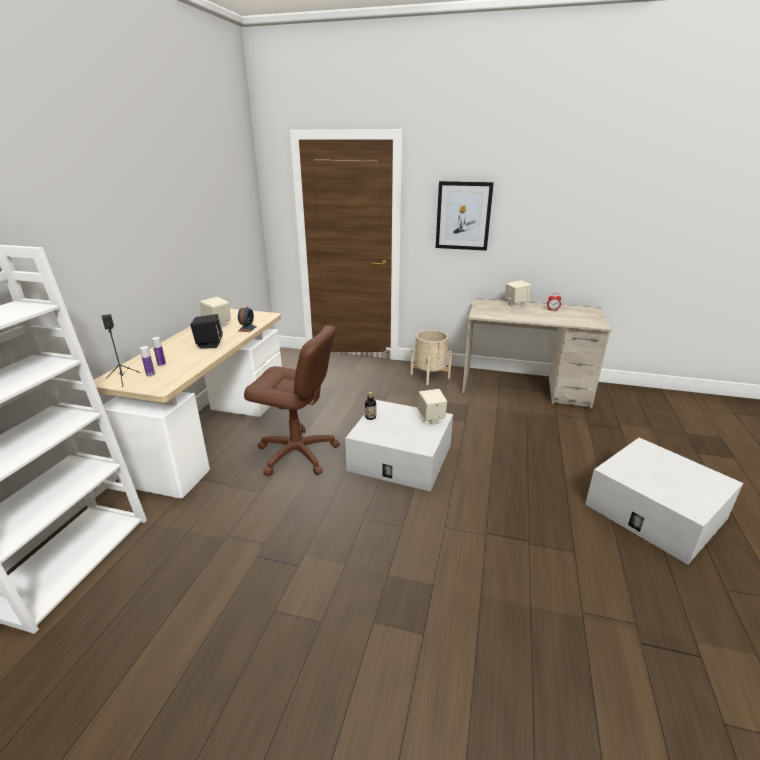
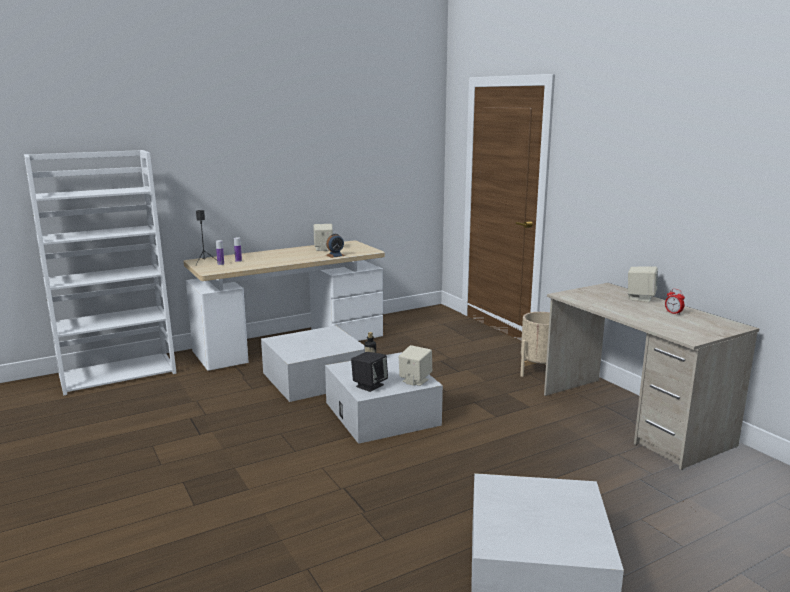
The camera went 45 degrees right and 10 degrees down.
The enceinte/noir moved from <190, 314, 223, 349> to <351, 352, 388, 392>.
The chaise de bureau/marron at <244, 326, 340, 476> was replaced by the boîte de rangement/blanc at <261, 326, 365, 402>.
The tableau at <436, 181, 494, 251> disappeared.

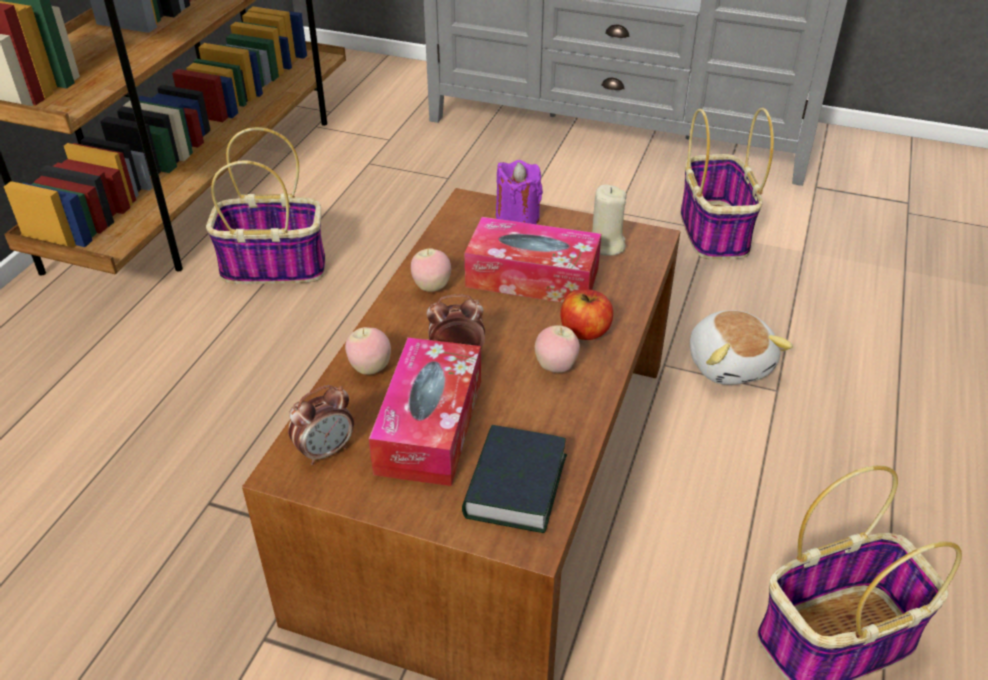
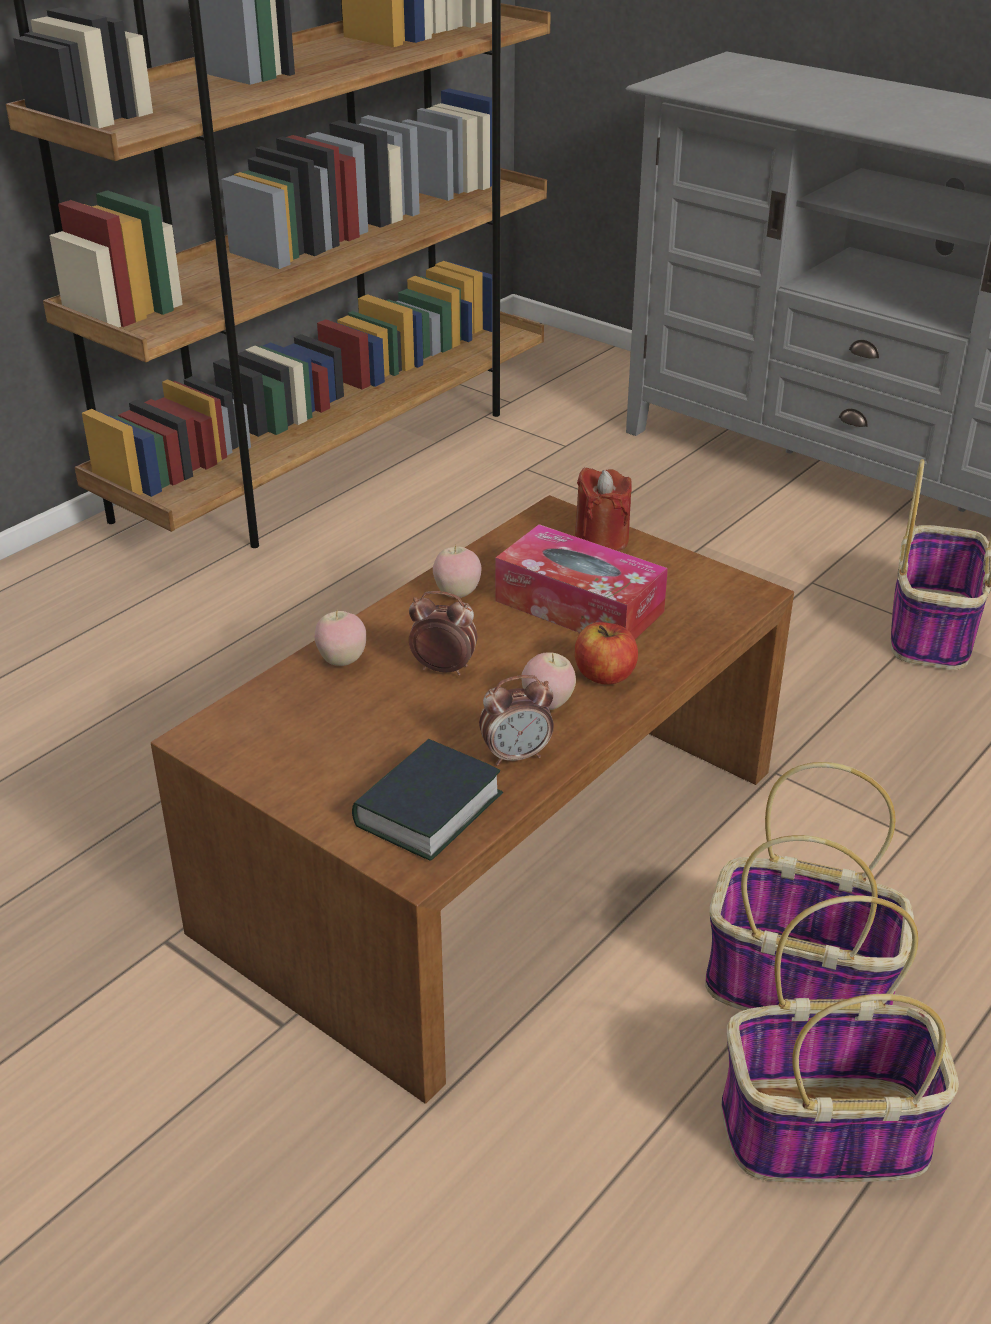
The camera went 20 degrees right and 5 degrees down.
The panier moved from <206, 127, 326, 284> to <705, 762, 914, 1010>.
The réveil moved from <288, 385, 354, 465> to <479, 675, 554, 766>.
The boîte à mouchoirs at <369, 337, 481, 486> disappeared.
The bougie/violet at <496, 160, 543, 224> became the bougie/rouge at <575, 467, 632, 551>.
The bougie/beige at <592, 185, 627, 256> disappeared.
The peluche at <690, 310, 793, 385> disappeared.

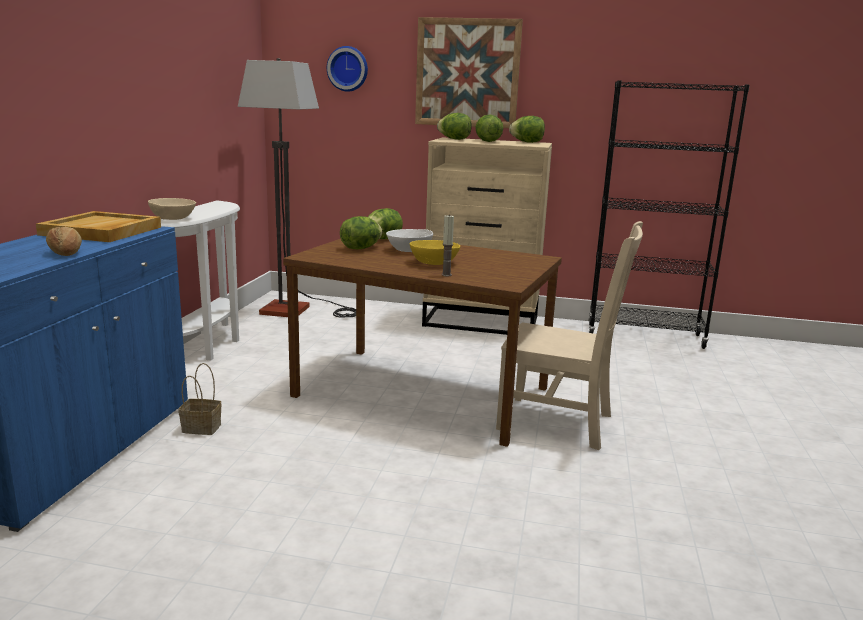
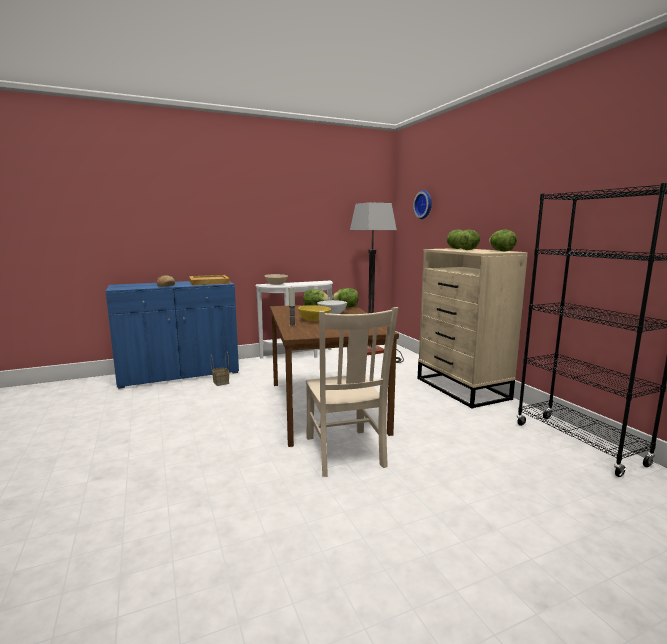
The camera went 55 degrees right and 5 degrees down.
The tableau at <415, 17, 523, 128> disappeared.

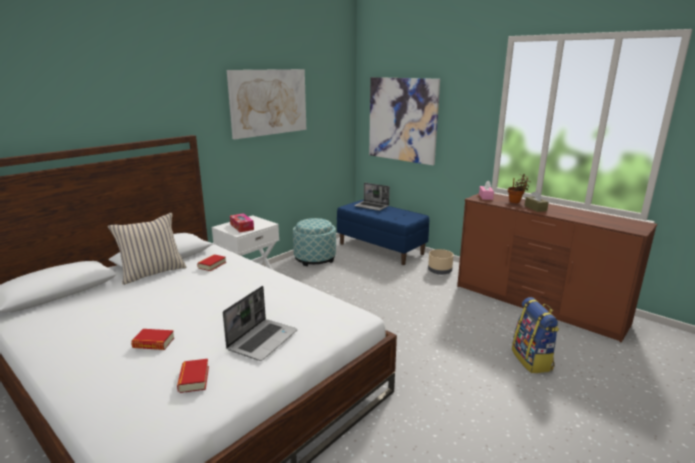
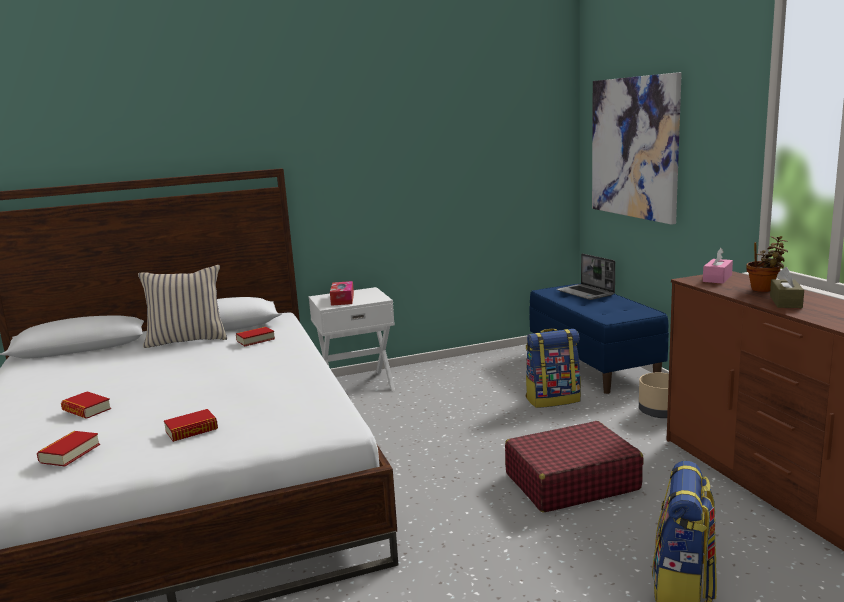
The camera went 30 degrees right and 5 degrees down.
The ordinateur portable at <223, 286, 297, 361> was replaced by the livre at <164, 409, 218, 442>.
The tableau at <227, 69, 306, 139> disappeared.
The pouf at <293, 218, 336, 266> disappeared.
The valise/rouge at <505, 421, 644, 513> appeared.
The sac à dos at <526, 328, 581, 408> appeared.

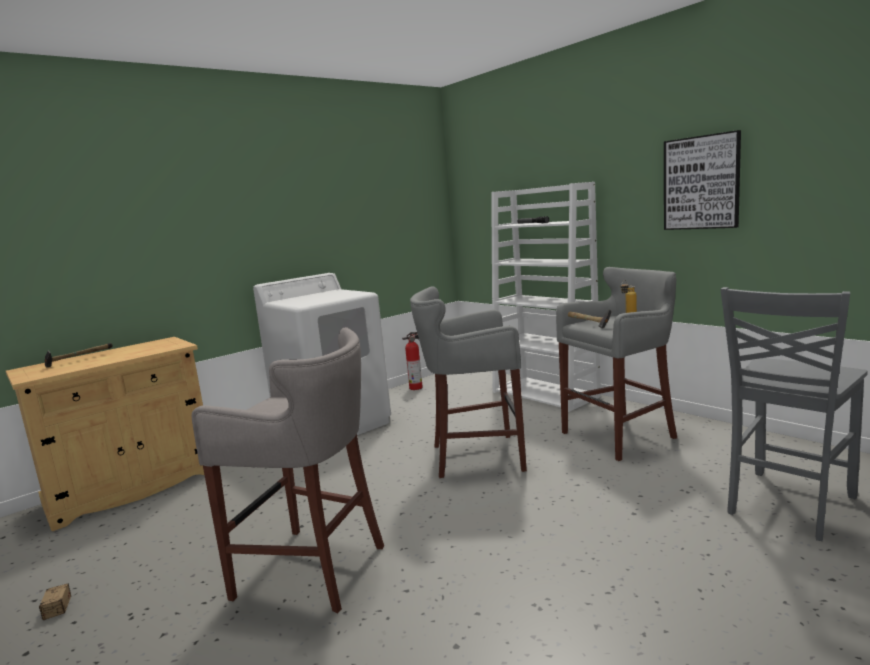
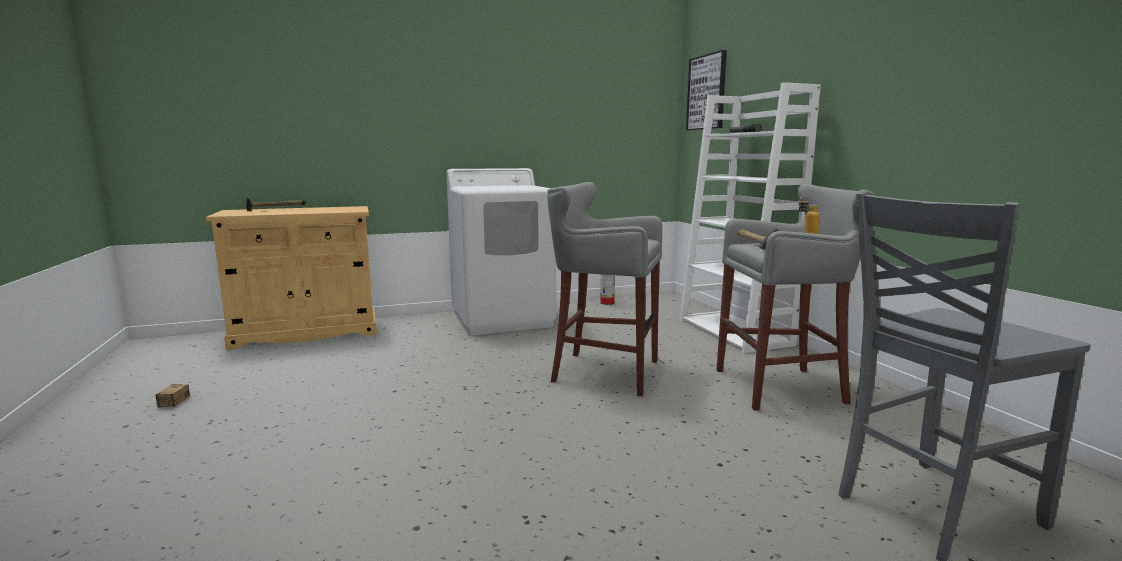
The camera went 20 degrees right and 0 degrees up.
The tabouret/gris at <192, 327, 384, 613> disappeared.
The tableau moved from <664, 130, 741, 230> to <686, 50, 727, 130>.

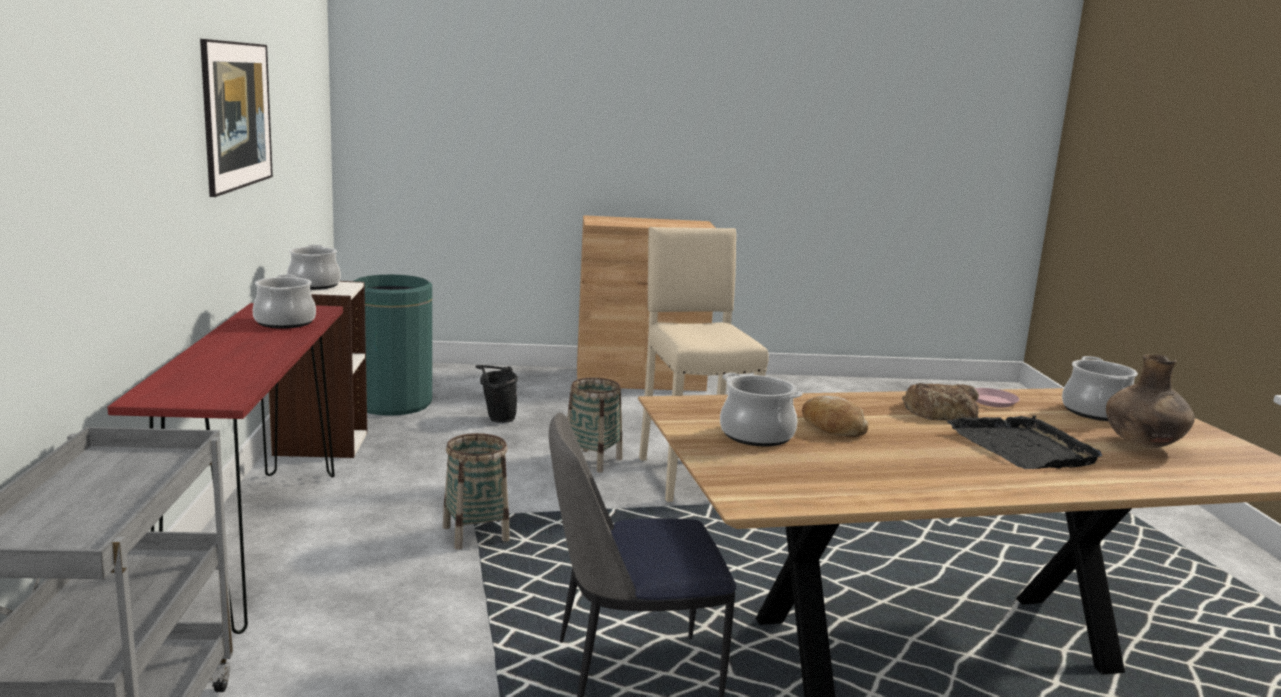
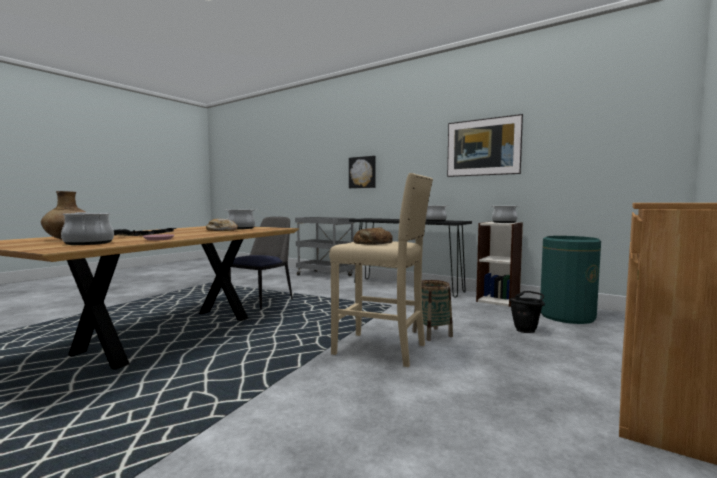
The camera went 130 degrees right and 10 degrees down.
The table console/rouge at <107, 303, 343, 634> became the table console/noir at <349, 218, 472, 298>.
The panier at <443, 433, 510, 550> disappeared.
The pain moved from <902, 383, 979, 421> to <353, 227, 393, 245>.
The tableau at <349, 156, 376, 188> appeared.

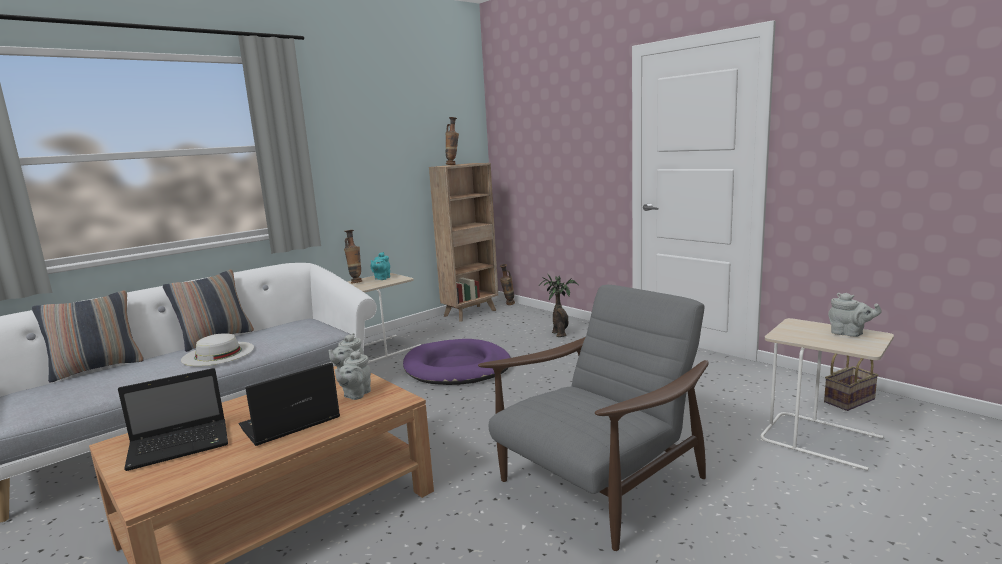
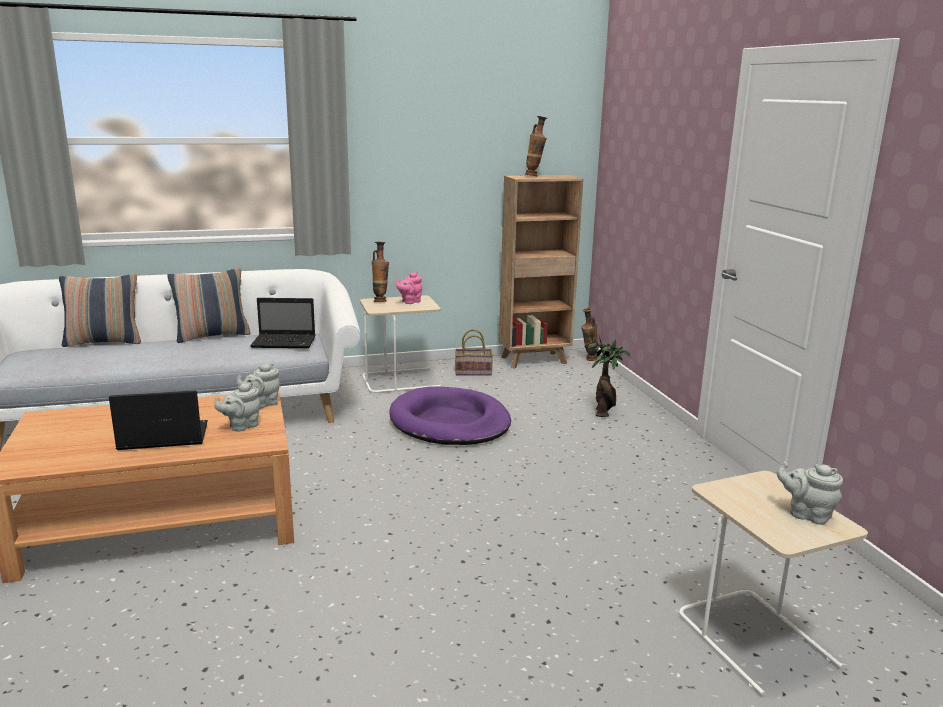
The camera went 25 degrees right and 5 degrees up.
The ordinateur portable moved from <118, 368, 228, 471> to <250, 298, 315, 348>.
The chapeau/blanc at <181, 333, 254, 366> disappeared.
The théière/turquoise at <371, 252, 390, 280> became the théière/rose at <396, 272, 422, 304>.
The fauteuil/gris at <478, 285, 709, 551> disappeared.
The panier moved from <824, 354, 878, 411> to <455, 329, 493, 376>.
The théière/gris at <828, 293, 882, 337> turned 150 degrees clockwise.

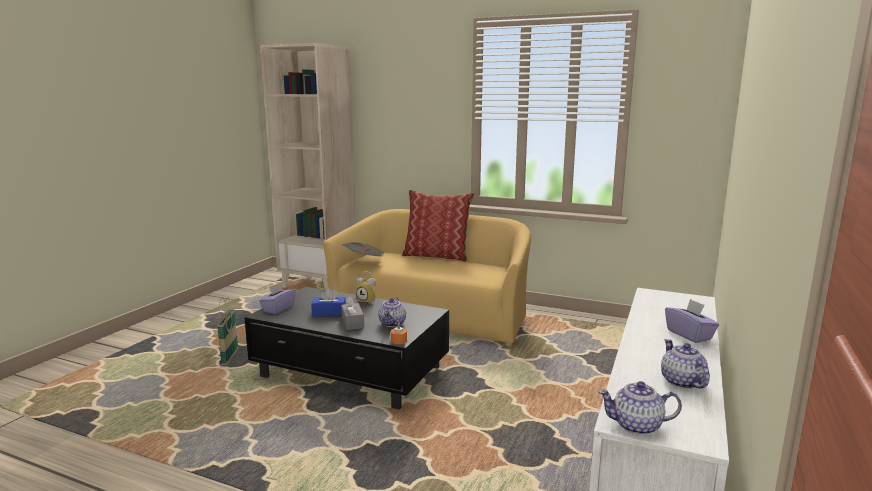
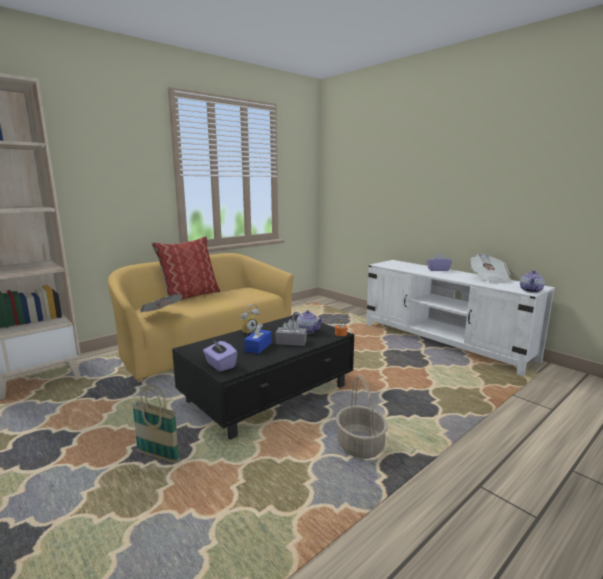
The camera went 65 degrees left and 0 degrees up.
The théière at <661, 339, 710, 389> was replaced by the journal at <471, 254, 511, 284>.
The panier at <336, 375, 388, 459> appeared.

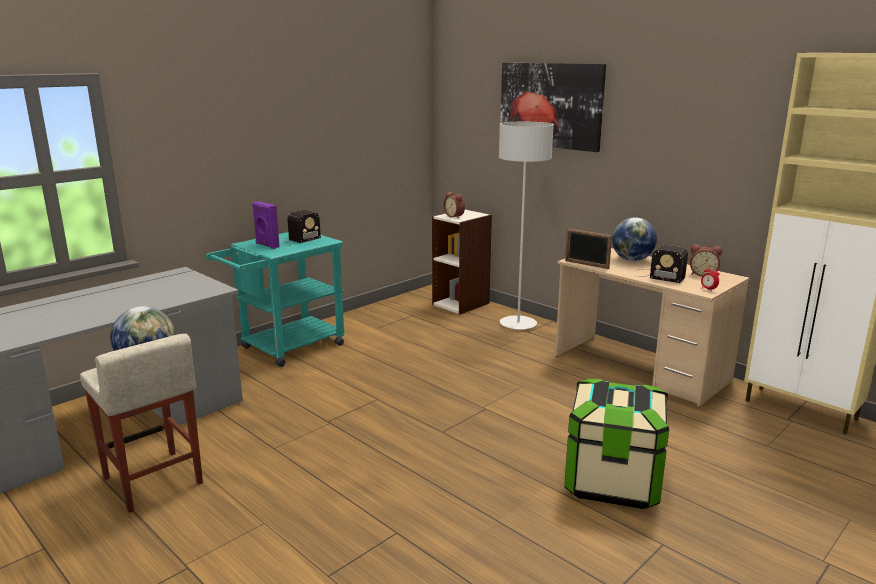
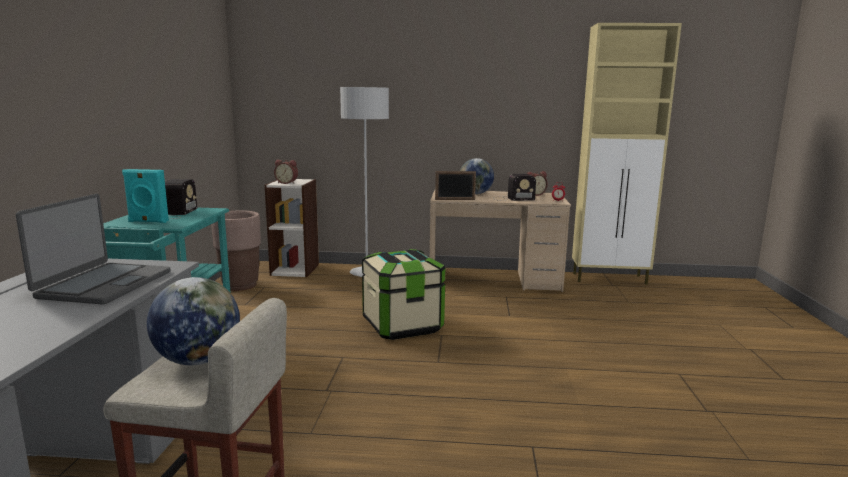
The camera went 40 degrees left and 5 degrees down.
The enceinte/violet at <252, 201, 280, 249> became the enceinte/turquoise at <122, 169, 169, 223>.
The tableau at <500, 63, 606, 152> disappeared.
The boîte de rangement moved from <564, 379, 669, 509> to <362, 249, 445, 340>.
The ordinateur portable at <16, 194, 171, 305> appeared.
The cache-pot/marron at <211, 210, 261, 291> appeared.

